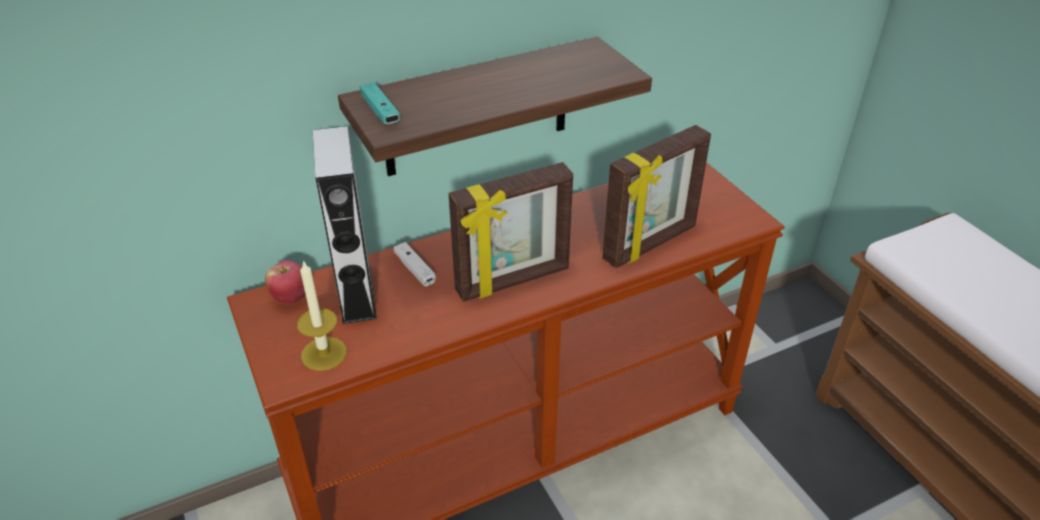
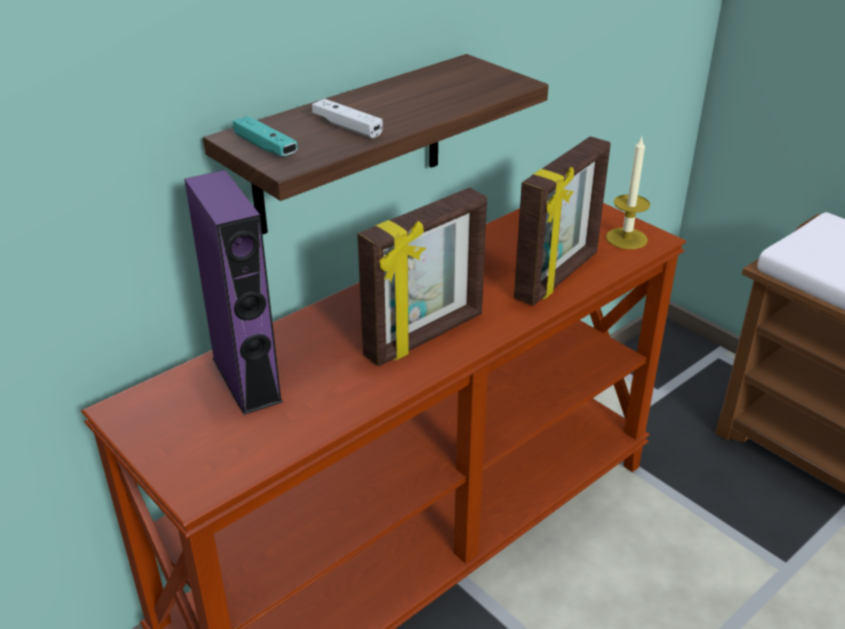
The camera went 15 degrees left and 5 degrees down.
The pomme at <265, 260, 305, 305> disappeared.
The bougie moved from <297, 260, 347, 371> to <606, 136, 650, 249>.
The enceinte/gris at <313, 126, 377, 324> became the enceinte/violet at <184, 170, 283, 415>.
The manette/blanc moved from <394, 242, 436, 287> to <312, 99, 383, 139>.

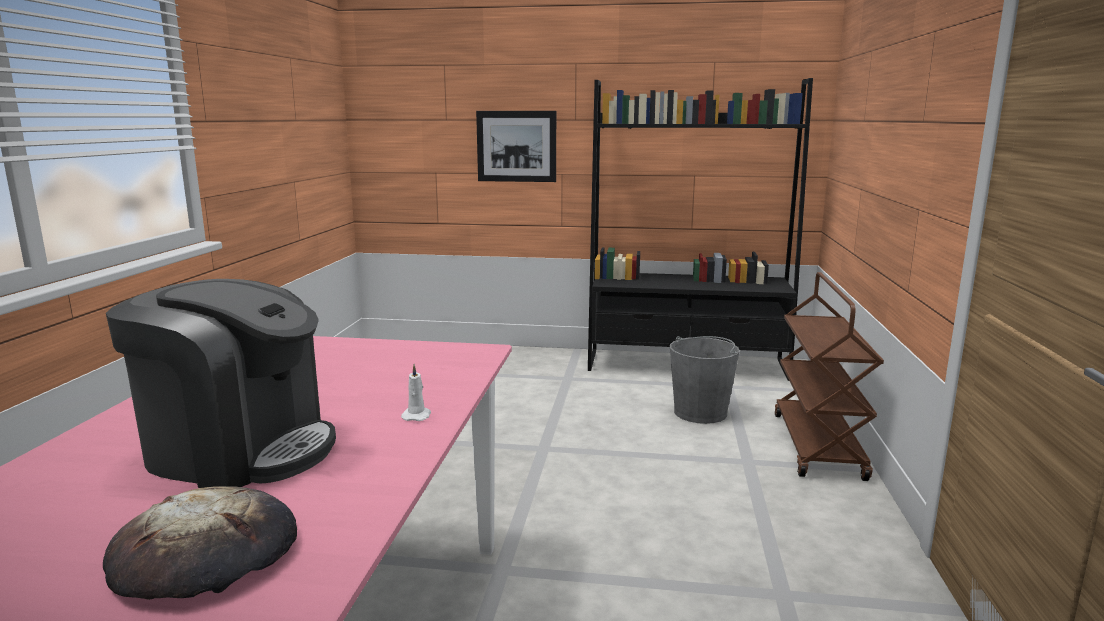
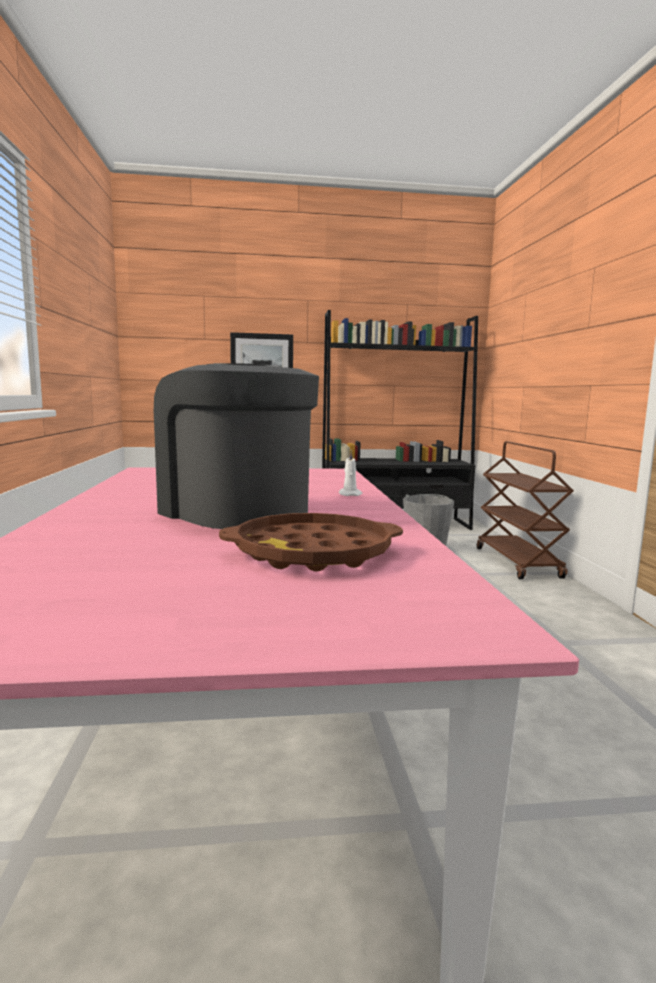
The camera went 15 degrees left and 5 degrees down.
The pain at <103, 486, 297, 600> was replaced by the plateau/marron at <219, 513, 403, 571>.
The machine à café at <106, 279, 336, 488> turned 135 degrees counterclockwise.

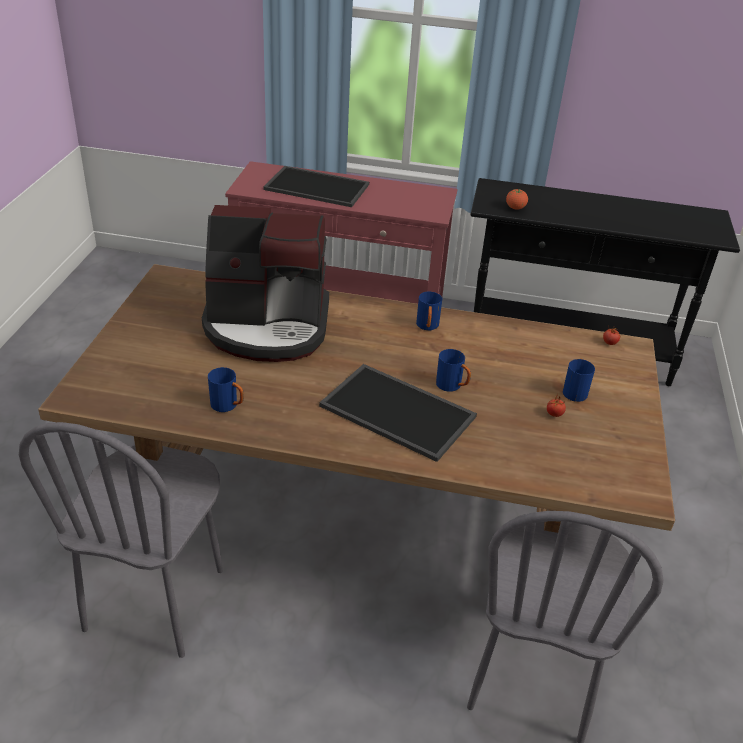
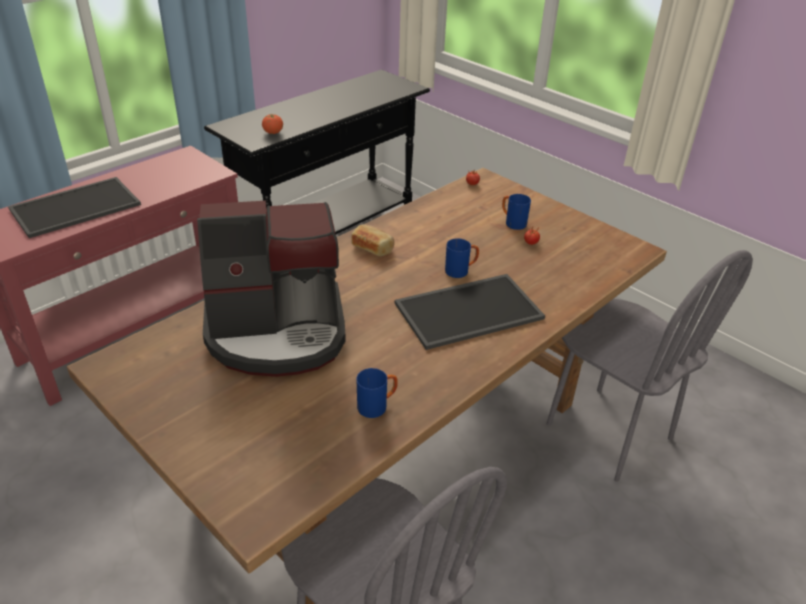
The camera went 55 degrees left and 0 degrees up.
The machine à café at <202, 205, 329, 362> turned 45 degrees clockwise.
The mug/bleu at <416, 292, 442, 330> was replaced by the pain at <351, 225, 395, 256>.

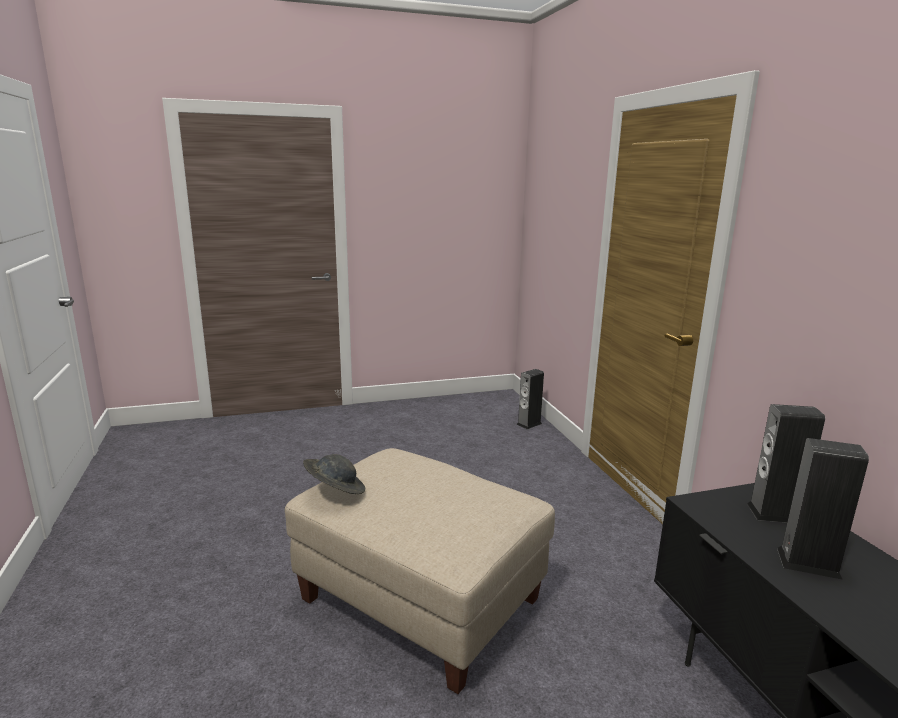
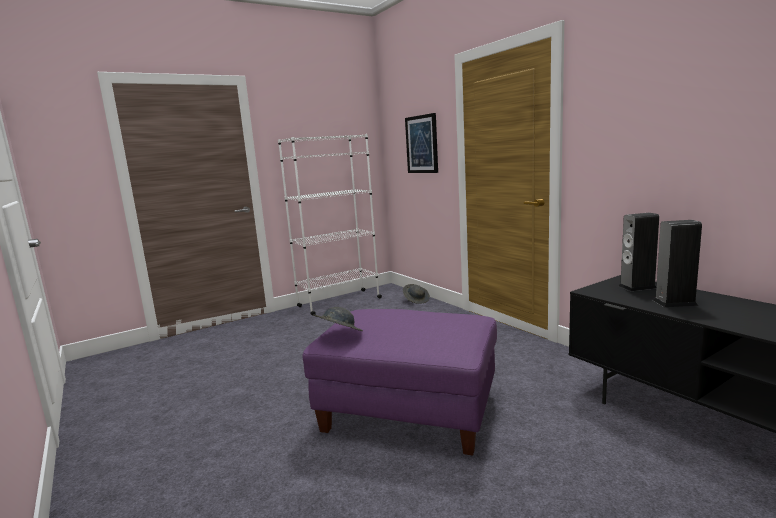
The camera went 15 degrees left and 5 degrees down.
The pouf/beige at <285, 448, 555, 694> became the pouf/violet at <302, 309, 497, 456>.
The enceinte at <516, 369, 544, 429> was replaced by the chapeau/gris at <403, 284, 430, 304>.
The bibliothèque/blanc at <278, 134, 382, 316> appeared.
The tableau at <405, 113, 438, 173> appeared.

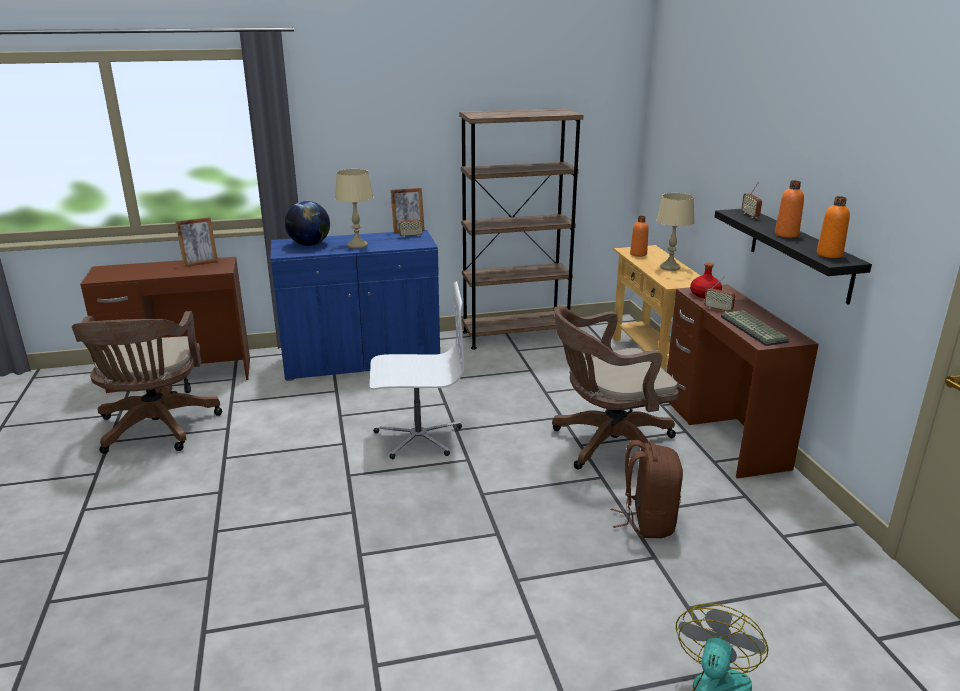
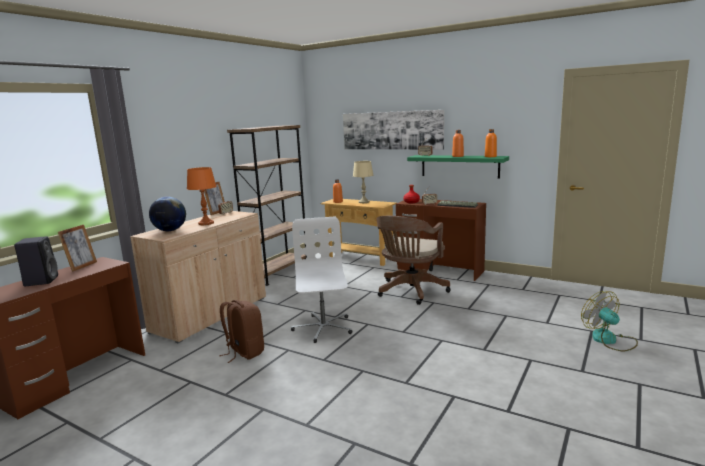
The camera went 45 degrees left and 10 degrees down.
The chaise de bureau/marron at <72, 311, 222, 454> disappeared.
The meuble de rangement/bleu at <271, 230, 440, 381> became the meuble de rangement/beige at <130, 211, 266, 343>.
The lampe de table/beige at <335, 169, 374, 249> became the lampe de table/orange at <187, 167, 216, 225>.
The chaise de bureau/blanc at <370, 281, 464, 459> turned 45 degrees counterclockwise.
The sac à dos/marron moved from <611, 440, 683, 538> to <219, 300, 264, 363>.
The étagère/noir at <715, 209, 872, 305> became the étagère/vert at <407, 155, 509, 179>.
The enceinte/noir at <14, 236, 58, 286> appeared.
The tableau at <343, 110, 444, 150> appeared.

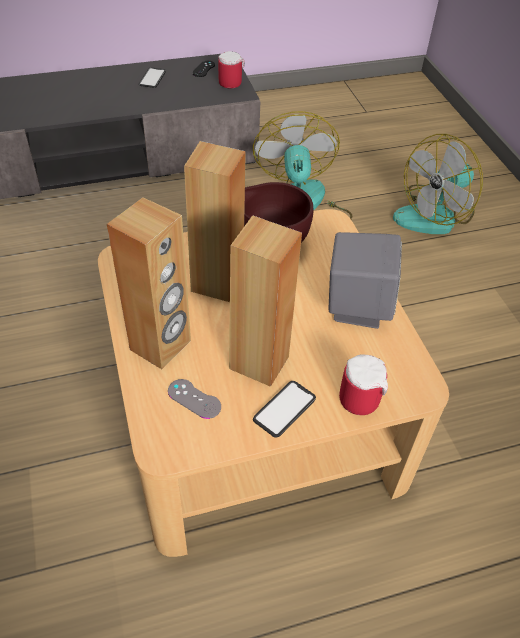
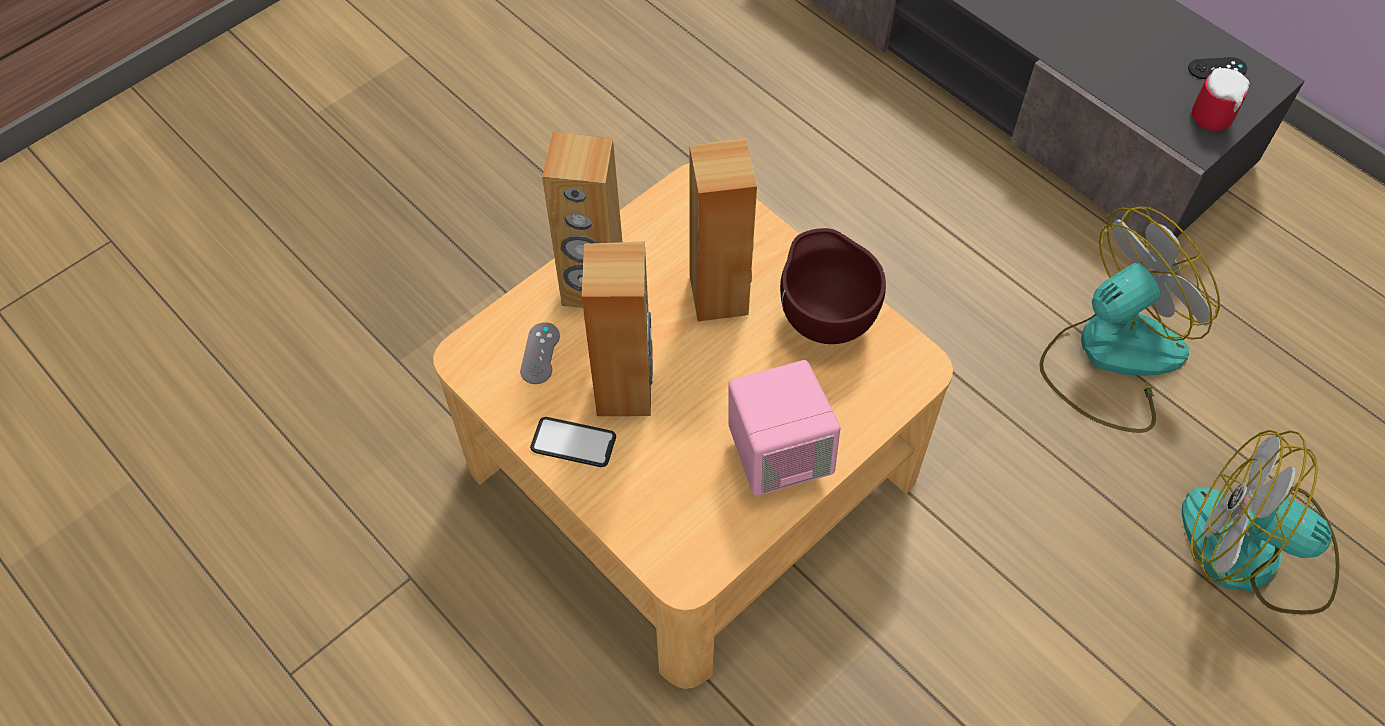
The camera went 65 degrees right and 10 degrees up.
The téléphone at <139, 67, 166, 88> disappeared.
The enceinte/gris at <328, 232, 402, 329> became the enceinte/rose at <728, 360, 840, 496>.
The mug at <339, 354, 388, 415> disappeared.

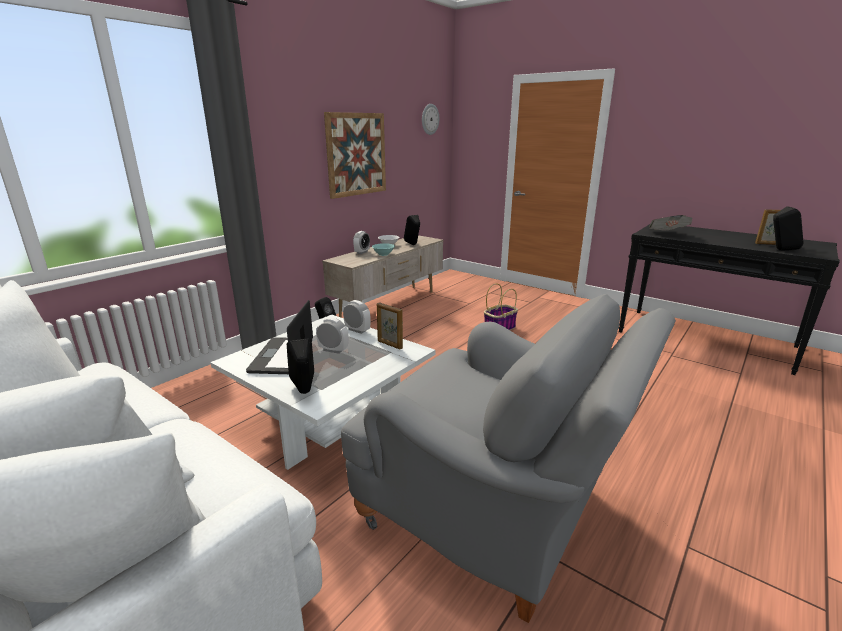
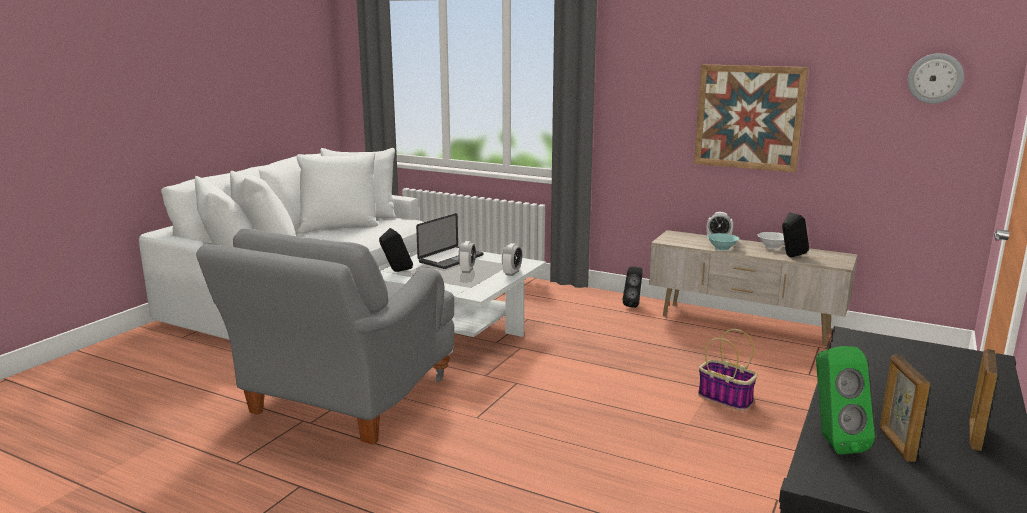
The camera went 80 degrees right and 5 degrees down.
The ordinateur portable at <246, 300, 313, 374> turned 135 degrees clockwise.
The cadre photo moved from <377, 302, 403, 350> to <969, 349, 997, 451>.
The journal at <649, 215, 693, 230> disappeared.
The enceinte/noir at <773, 206, 804, 251> became the enceinte/vert at <816, 346, 875, 455>.

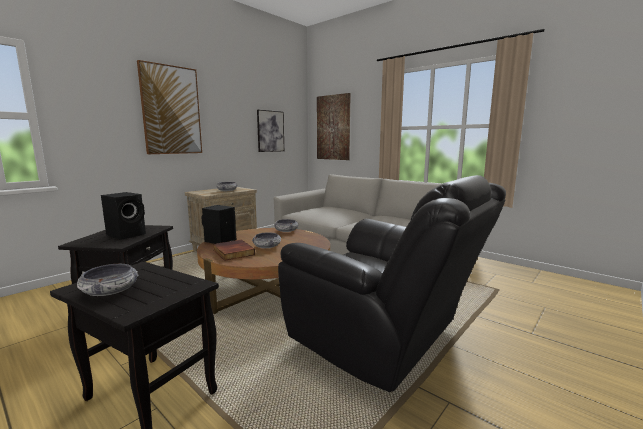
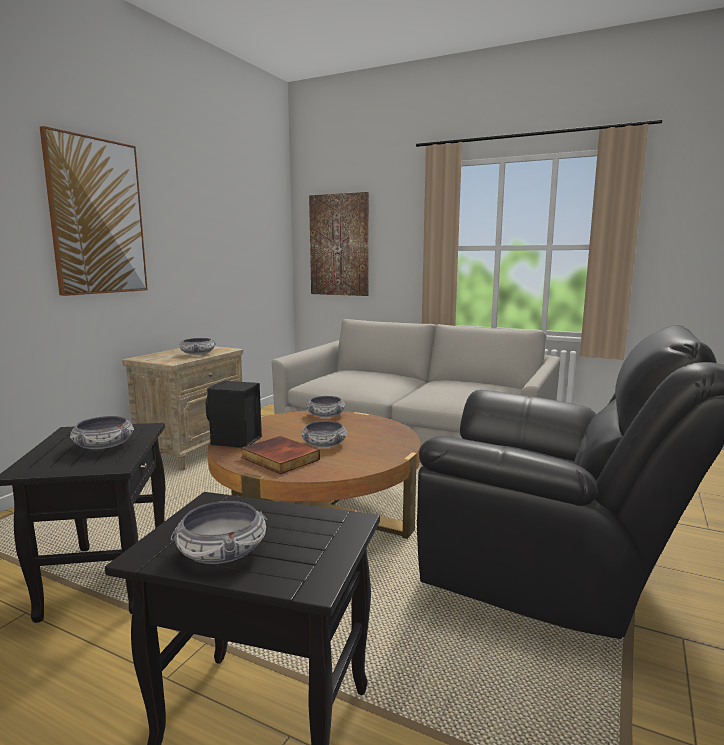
The camera went 15 degrees left and 0 degrees up.
The enceinte/noir at <101, 192, 146, 240> was replaced by the bol at <70, 416, 134, 449>.
The tableau at <257, 110, 284, 152> disappeared.

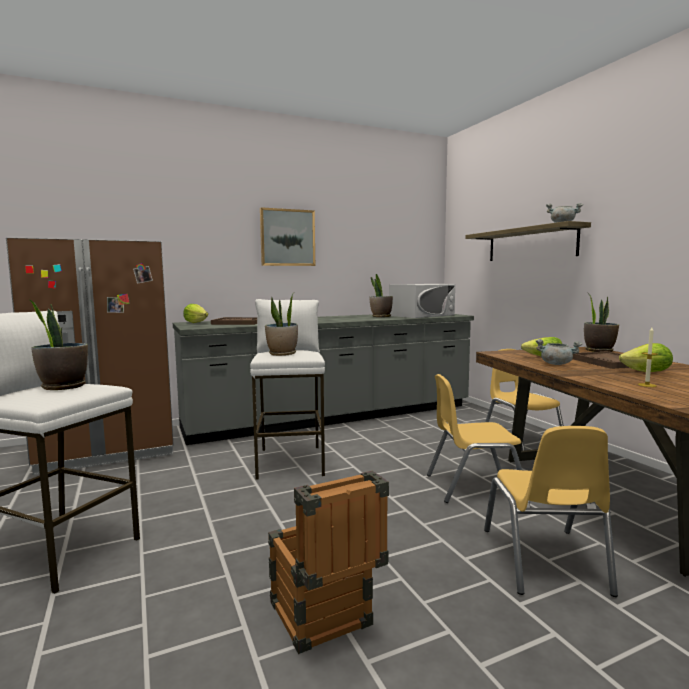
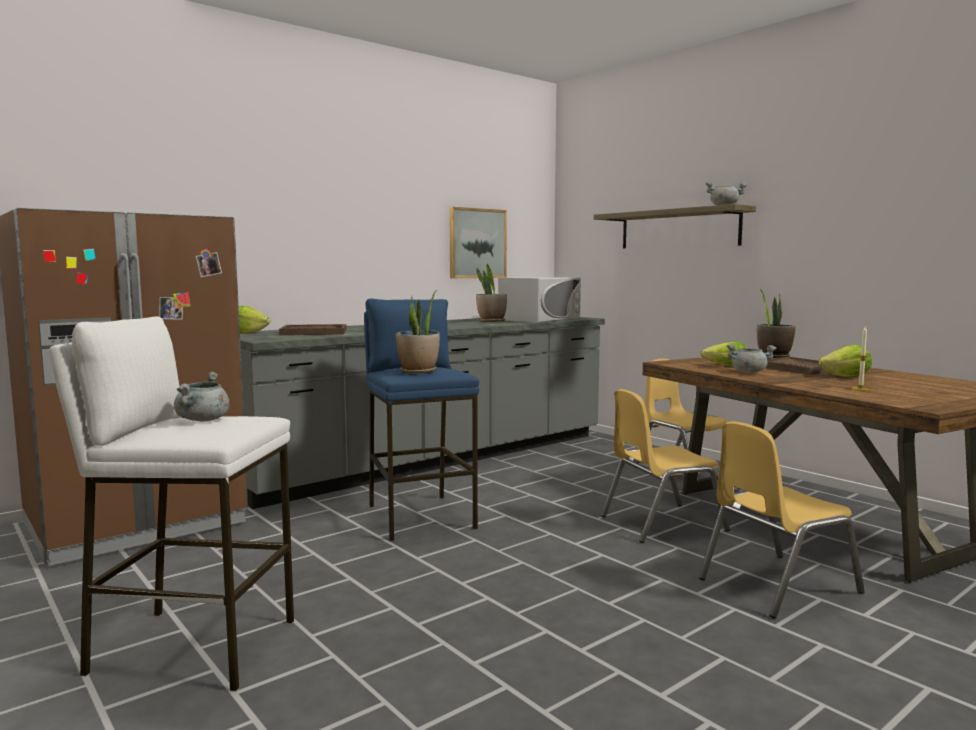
The camera went 15 degrees left and 0 degrees up.
The plante en pot at <30, 300, 88, 390> was replaced by the marmite/gris at <174, 372, 230, 421>.
The tabouret/blanc at <250, 299, 325, 480> became the tabouret/bleu at <364, 299, 479, 541>.
The tableau moved from <260, 207, 315, 266> to <449, 207, 507, 278>.
The caisse at <268, 471, 389, 654> disappeared.
The chaise/jaune at <484, 426, 618, 597> turned 75 degrees clockwise.

